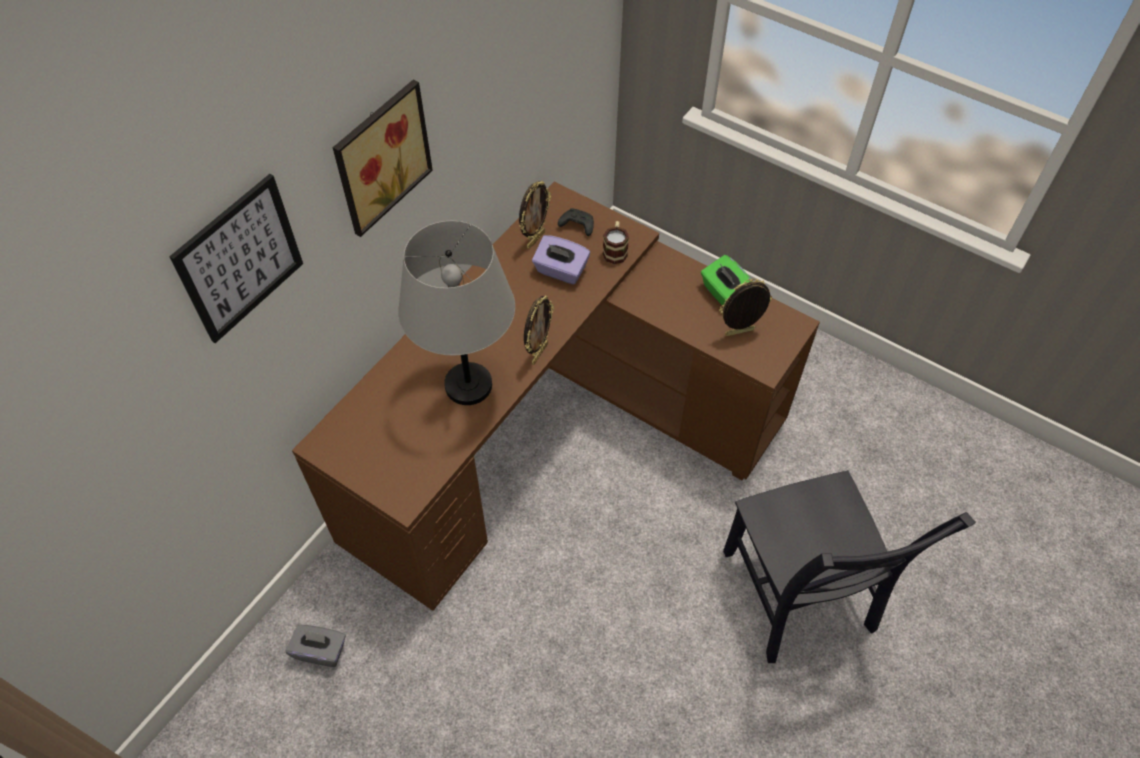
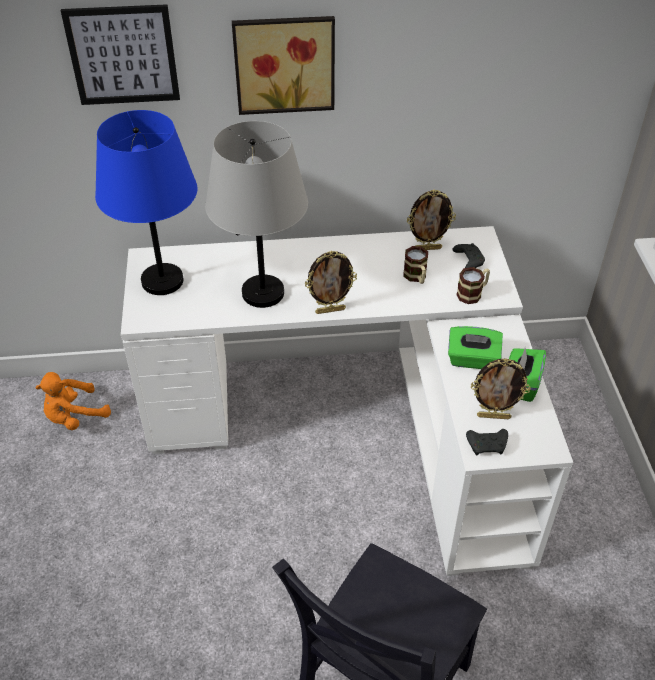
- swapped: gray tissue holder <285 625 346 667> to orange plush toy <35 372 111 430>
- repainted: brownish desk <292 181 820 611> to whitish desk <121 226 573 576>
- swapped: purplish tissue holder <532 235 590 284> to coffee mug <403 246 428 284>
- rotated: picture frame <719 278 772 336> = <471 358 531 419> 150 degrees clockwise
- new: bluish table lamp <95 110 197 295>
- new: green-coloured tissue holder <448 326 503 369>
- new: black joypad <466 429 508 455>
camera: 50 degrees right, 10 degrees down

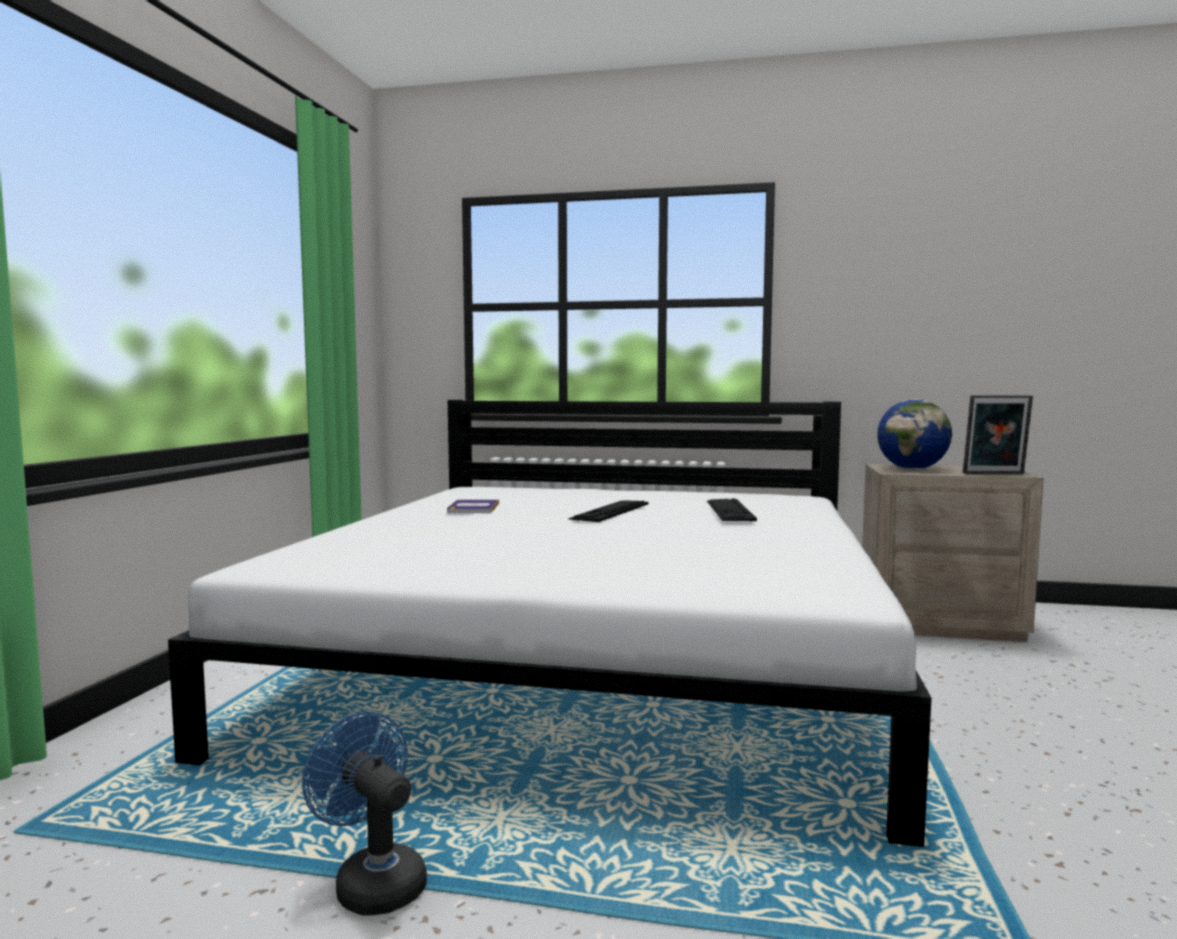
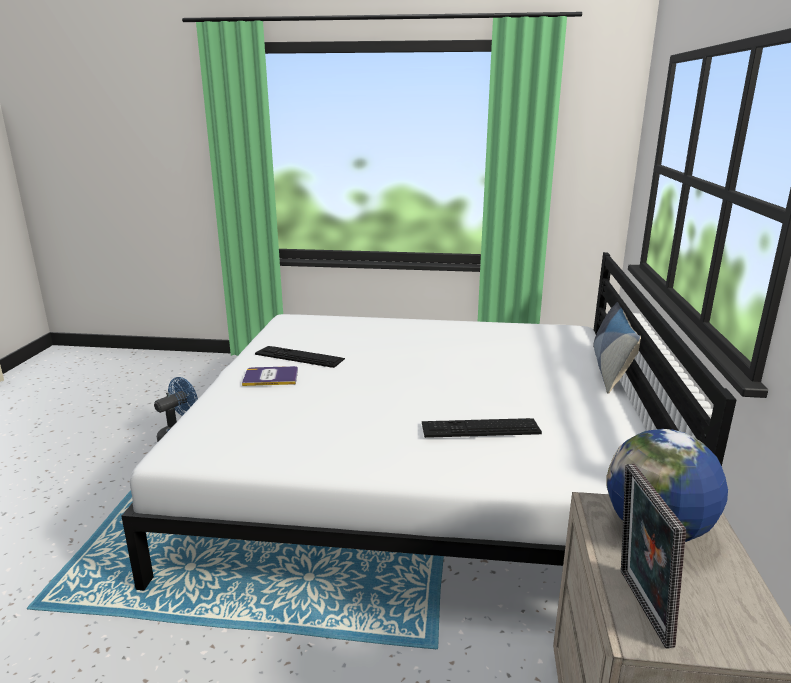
- shifted: volume <447 500 499 513> to <242 366 298 386>
- shifted: keyboard <569 500 648 522> to <255 346 345 368>
- new: pillow <593 302 641 394>
camera: 85 degrees right, 15 degrees up

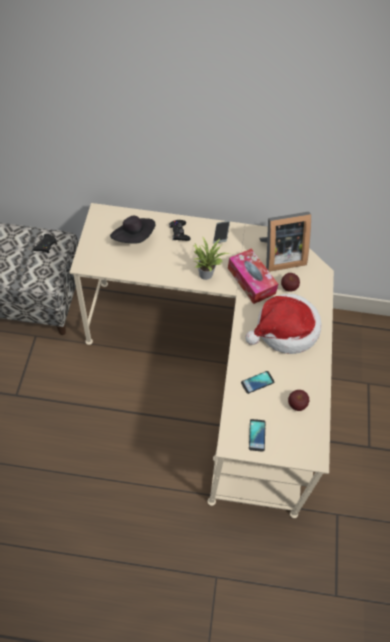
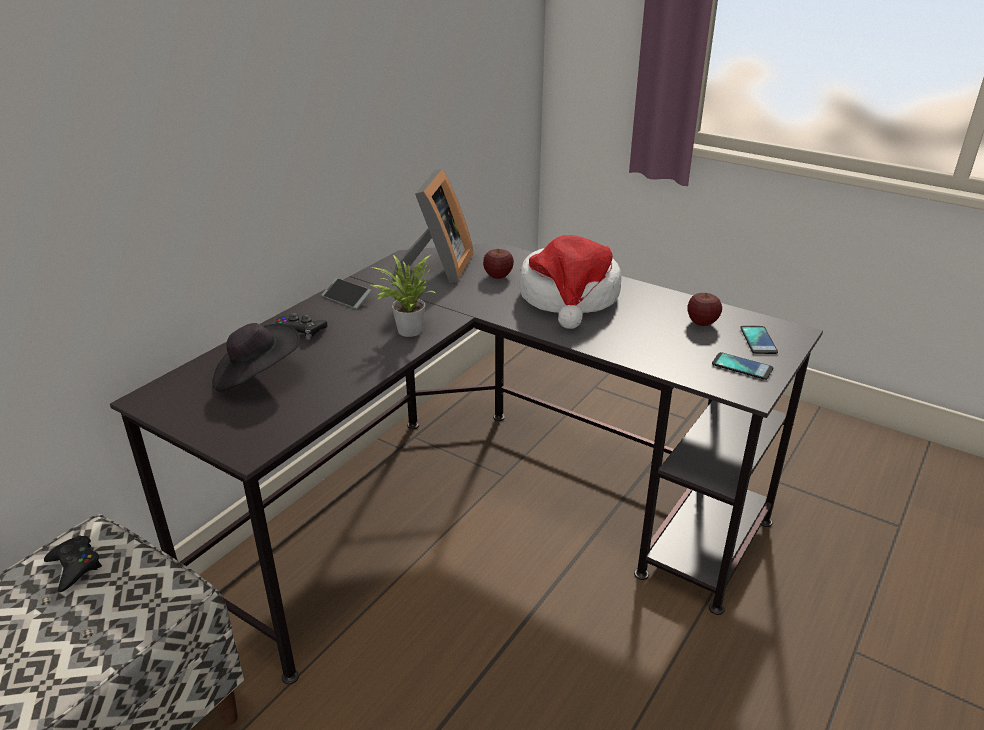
- repainted: beige desk <69 203 334 518> to black desk <110 243 823 684>
- gone: tissue holder <228 249 278 304>
- shifted: telephone <241 371 274 394> to <740 326 778 354>
camera: 60 degrees left, 25 degrees down

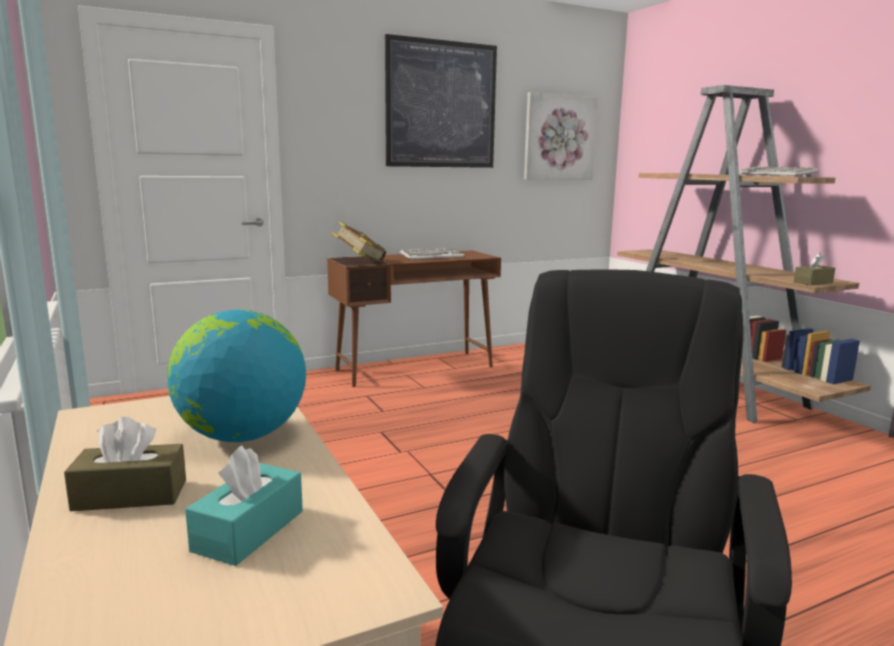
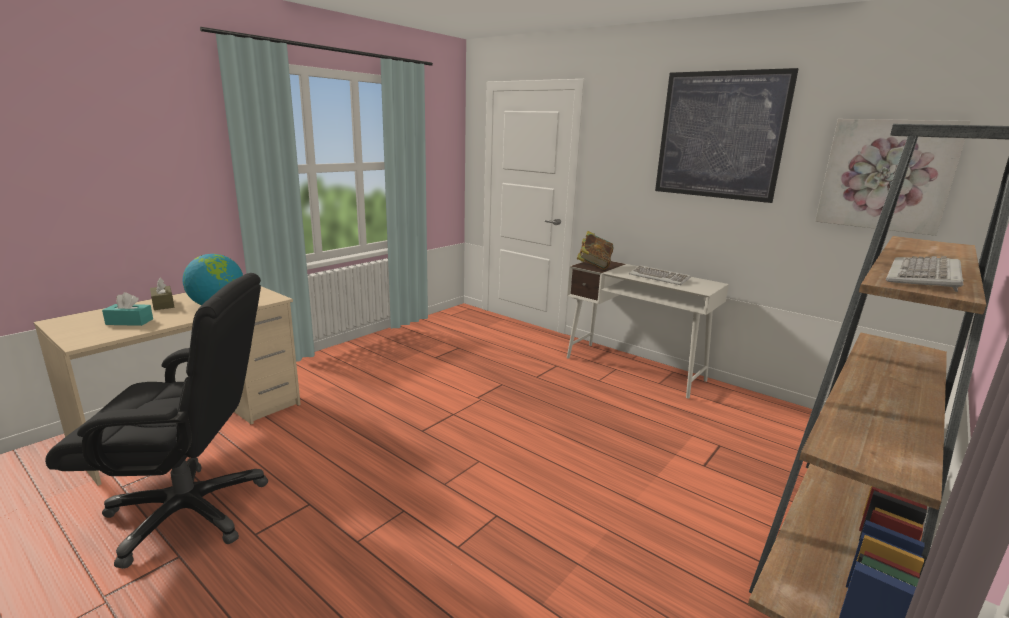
- repainted: brownish desk <327 250 501 387> to whitish desk <567 261 729 399>
- gone: brownish tissue holder <794 253 835 285>
camera: 65 degrees right, 5 degrees up

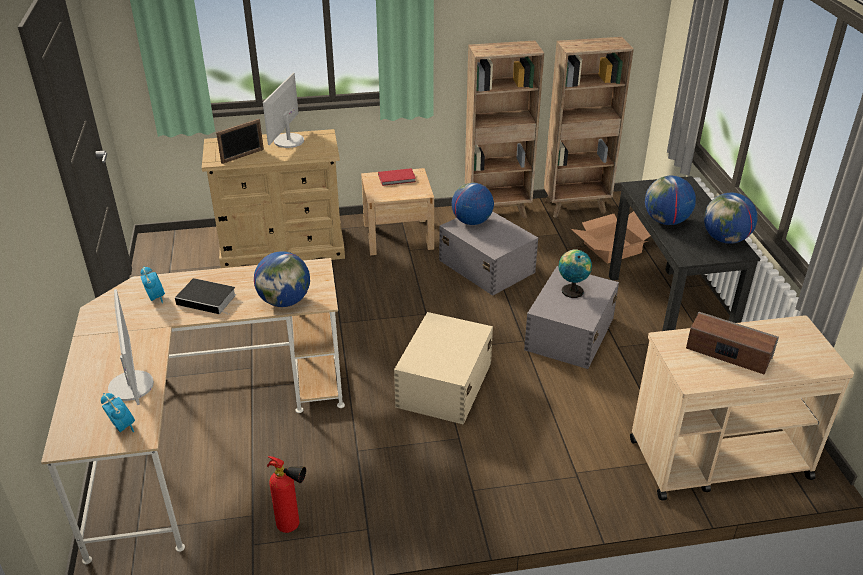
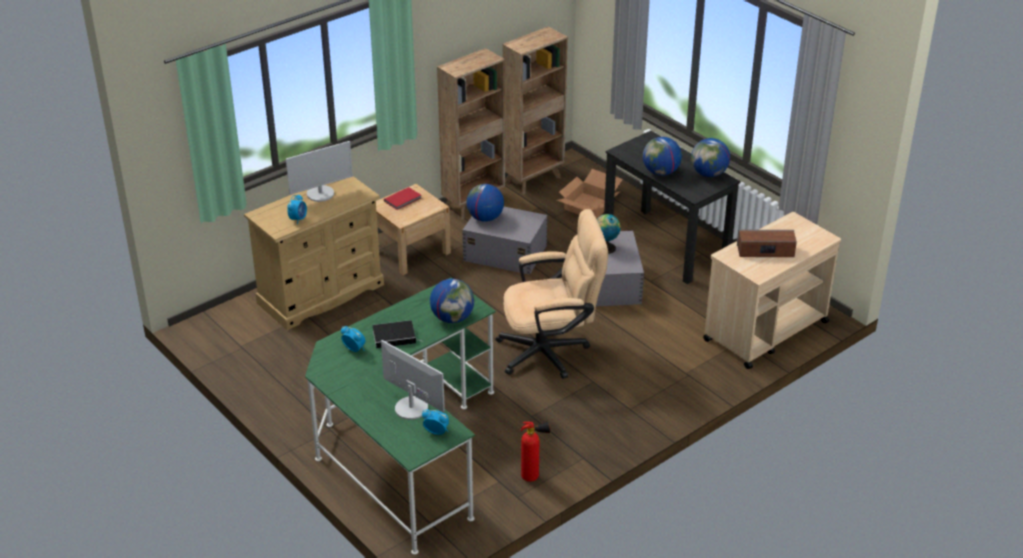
- repainted: beige desk <41 258 345 564> to green-coloured desk <305 278 496 555>
- swapped: picture frame <216 119 264 164> to alarm clock <287 194 307 225>
- rotated: computer display <263 73 304 148> = <286 141 353 202> 105 degrees counterclockwise
- swapped: beige storage container <394 312 493 425> to beige computer chair <496 209 608 379>
camera: 30 degrees left, 0 degrees up

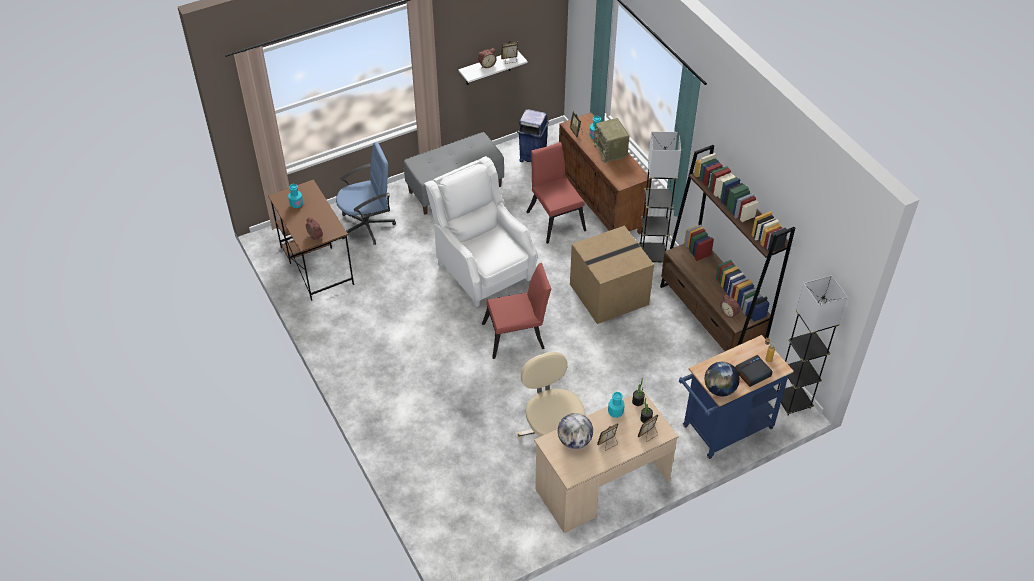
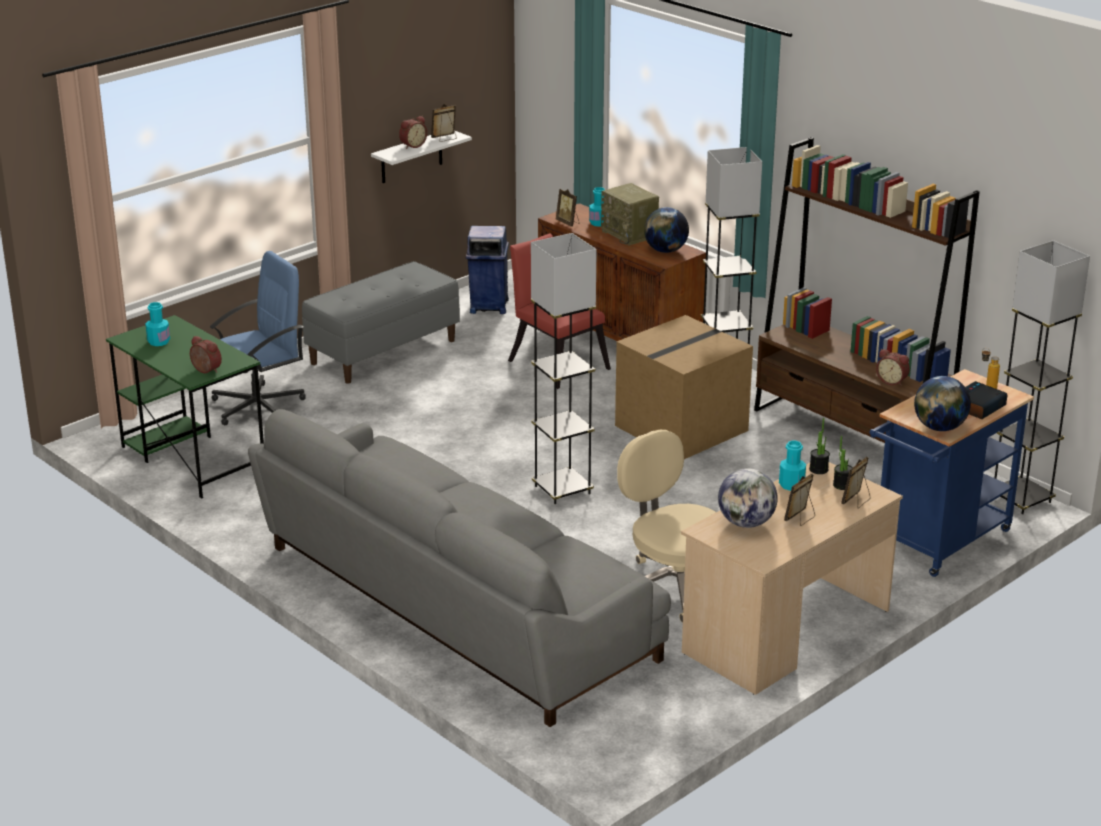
- repainted: brownish desk <268 179 354 301> to green-coloured desk <106 315 264 498>
- gone: whitish lounge chair <424 156 537 307>
- swapped: red upright chair <482 263 551 359> to gray standard lamp <531 233 597 504>
- new: gray couch <248 409 671 727>
- new: desk globe <644 207 689 253>
camera: 15 degrees left, 20 degrees down

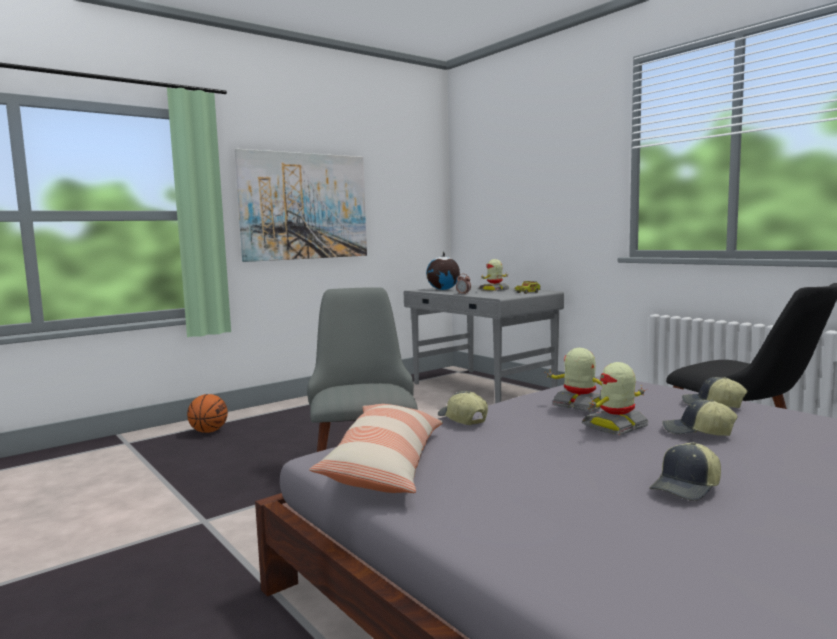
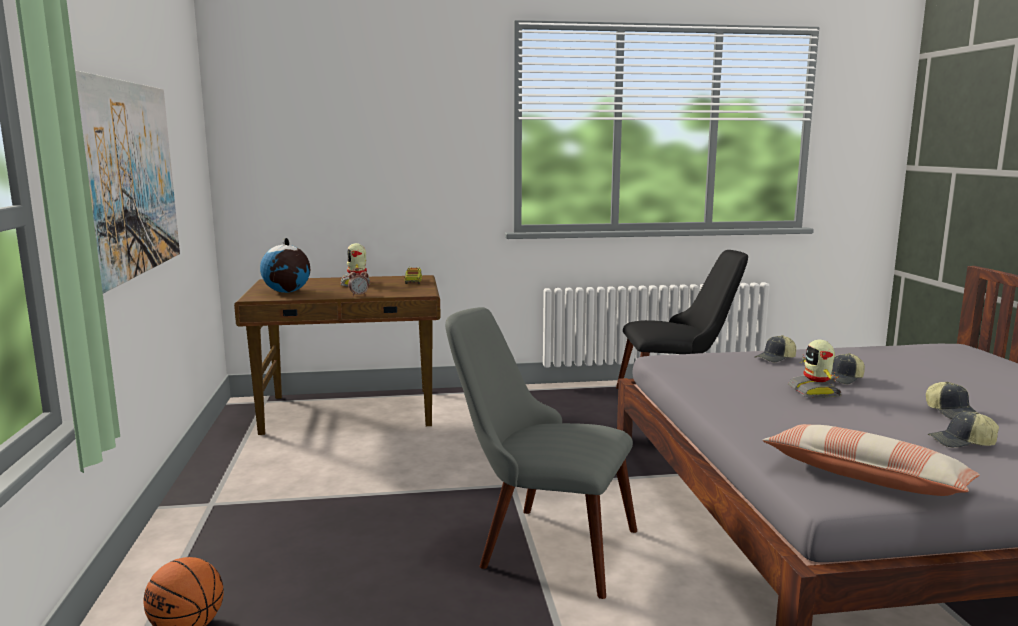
- repainted: gray desk <404 285 564 403> to brownish desk <234 275 441 435>
- shifted: baseball cap <438 391 488 425> to <928 412 999 448>
- gone: toy robot <546 348 602 412>
camera: 60 degrees left, 5 degrees up

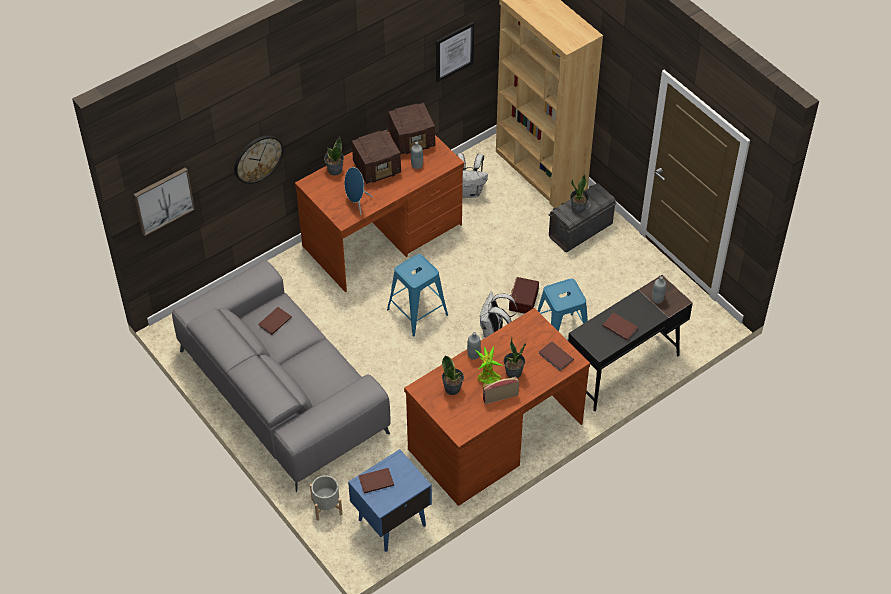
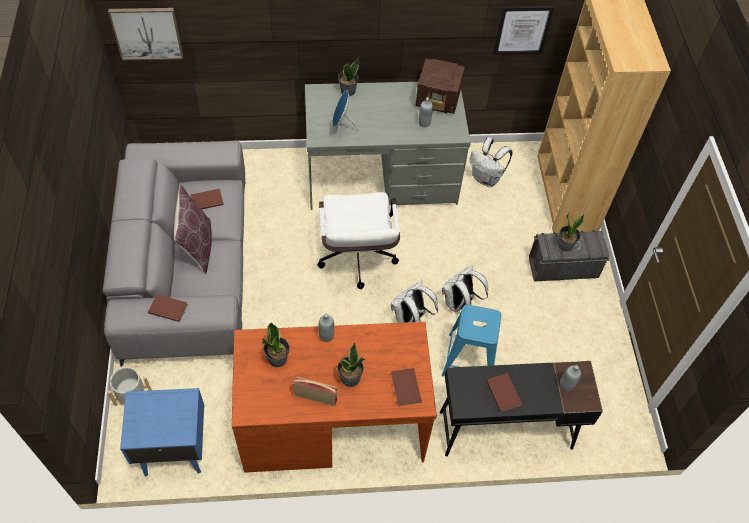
- gone: clock on the wall <234 135 284 184>
- repainted: brownish desk <295 132 464 292> to gray desk <305 82 471 210>
- gone: radio set <352 130 401 184>
- shifted: brownish volume <359 468 394 493> to <148 294 188 322>
- swapped: bluish stool seat <387 254 448 337> to whitish computer chair <317 192 400 289>
- gone: houseplant <475 347 503 386>
- swapped: brownish storage container <509 277 539 314> to whitish rucksack <442 265 488 312>
- new: brownish pillow <174 185 212 274>
camera: 30 degrees right, 5 degrees up

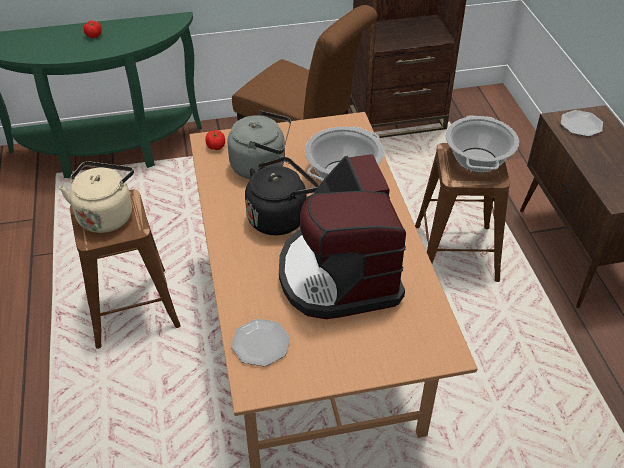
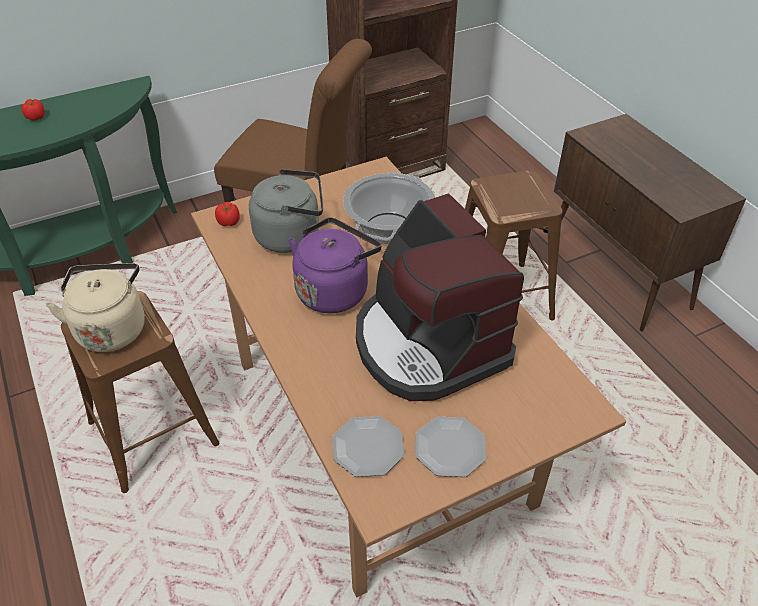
- repainted: black kettle <245 157 319 235> to purplish kettle <289 217 381 313>
- gone: cooking pot <445 115 519 172>
- shifted: dinner plate <560 110 603 137> to <415 417 486 477>
camera: 15 degrees left, 0 degrees up

